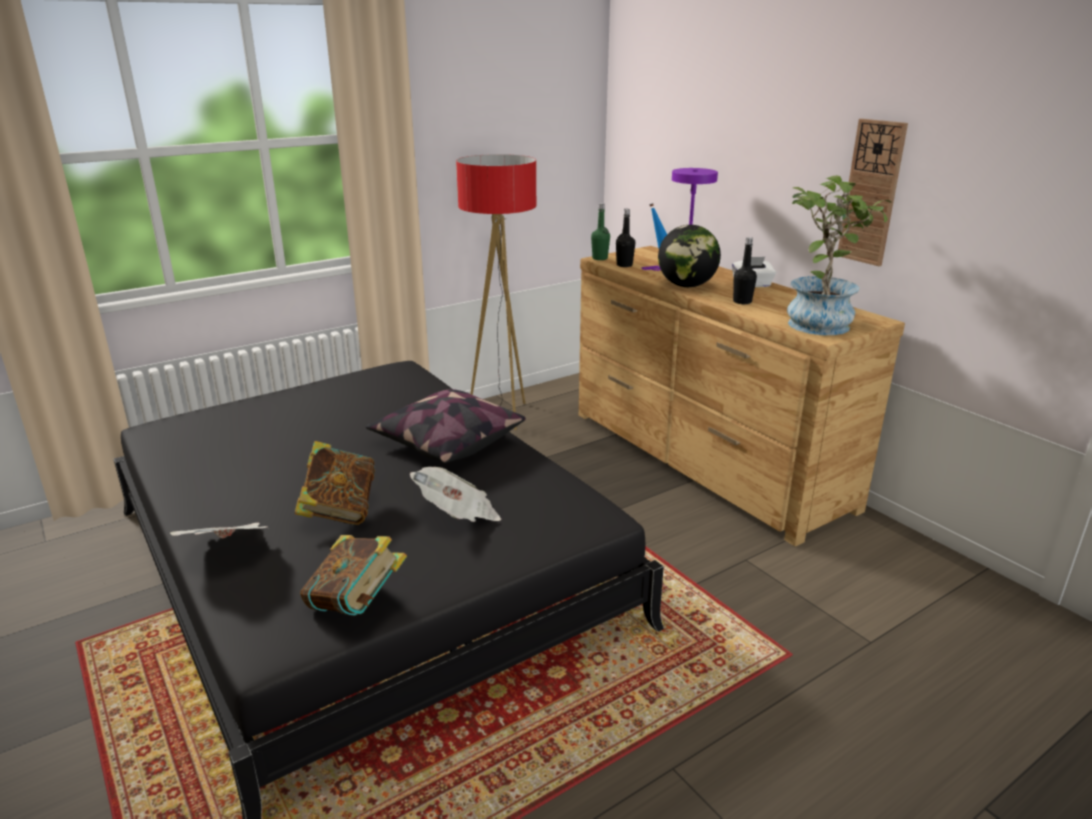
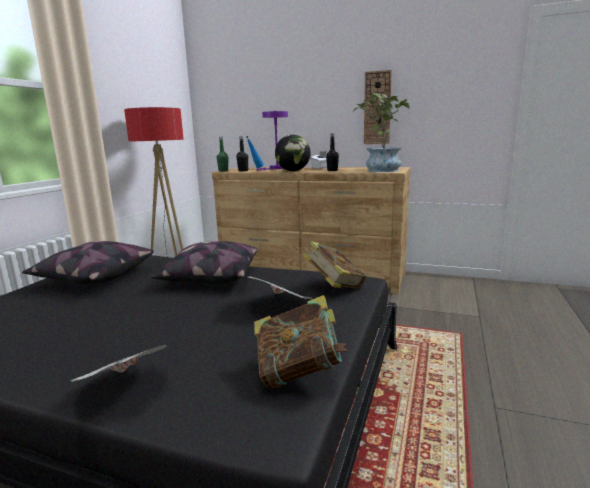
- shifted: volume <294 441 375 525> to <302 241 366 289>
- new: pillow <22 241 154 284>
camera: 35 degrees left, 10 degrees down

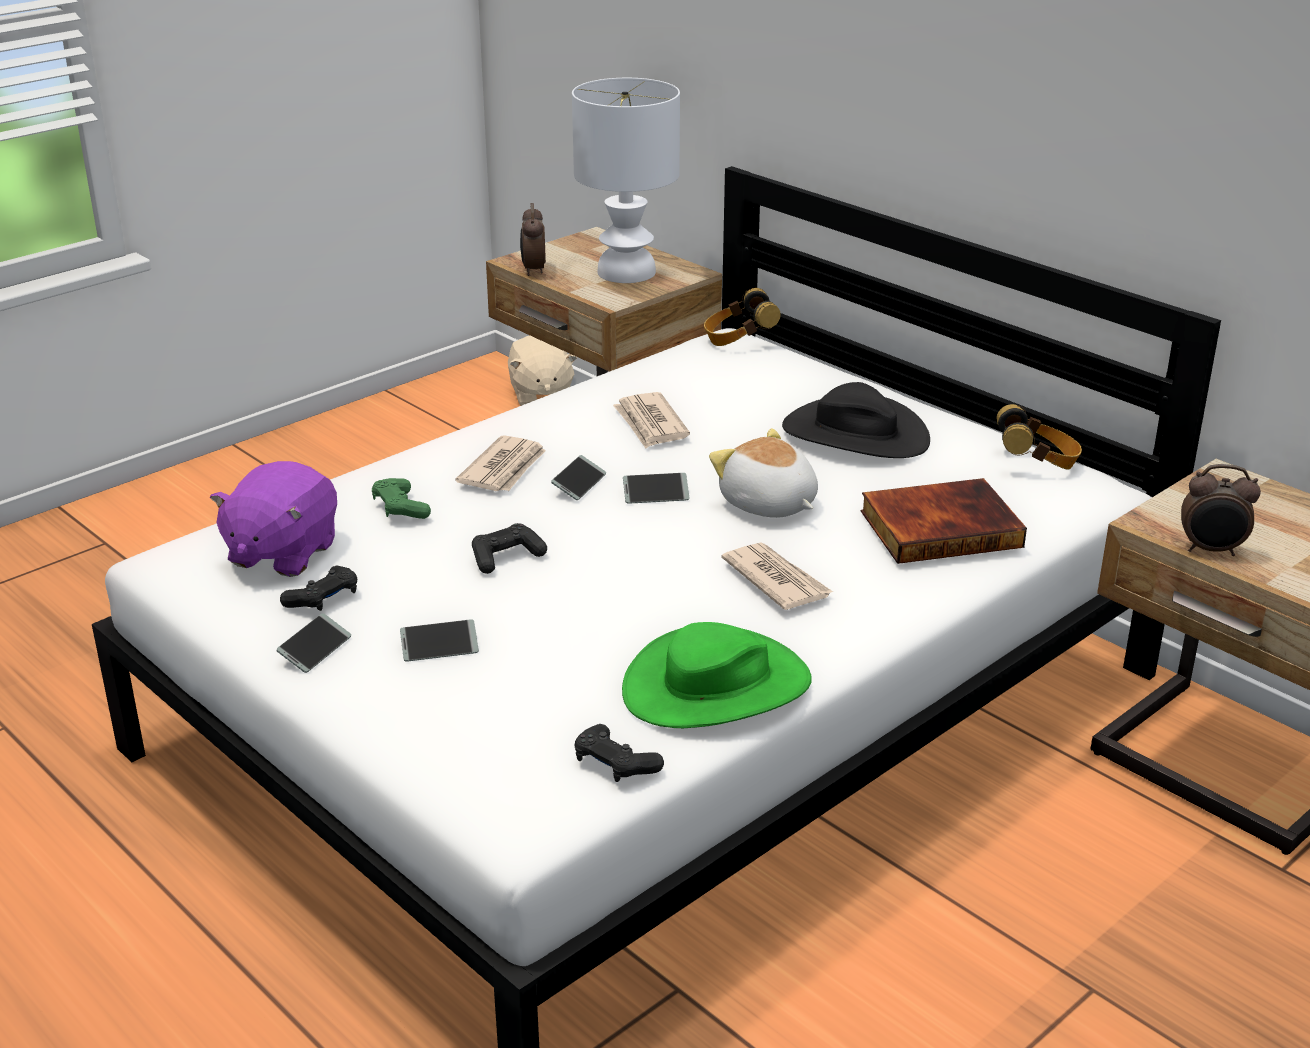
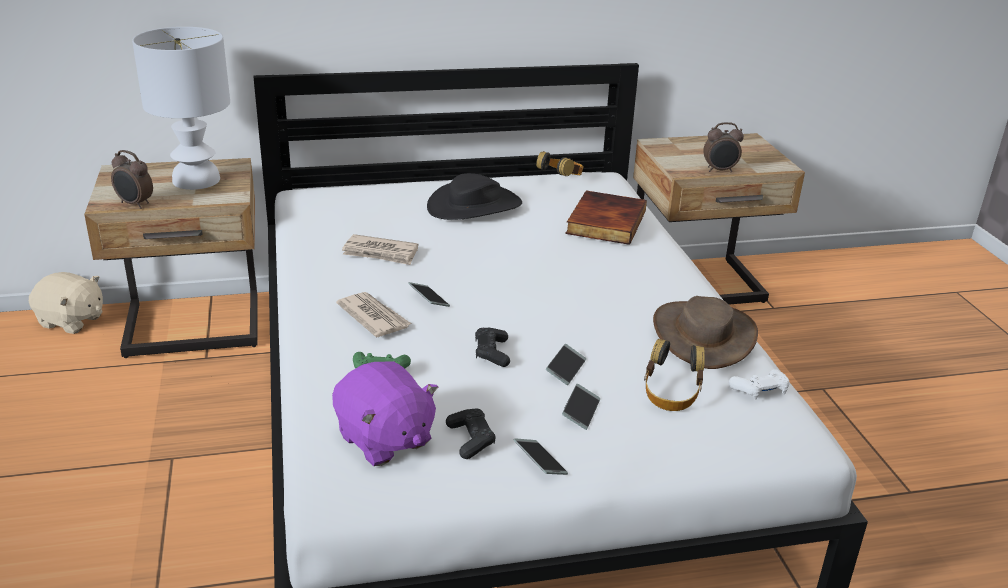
- repainted: black joypad <575 724 664 782> to whitish joypad <729 369 790 399>
- repainted: green-coloured hat <622 622 812 728> to brownish hat <653 296 758 369>
- shifted: telephone <623 473 690 504> to <546 344 586 385>
- shifted: headphones <704 288 781 346> to <644 339 705 411>
- gone: plush toy <709 428 818 518>
- gone: daily paper <721 543 833 610>
- rotated: alarm clock <1181 464 1261 556> = <703 122 744 172> 45 degrees clockwise
camera: 60 degrees left, 0 degrees up

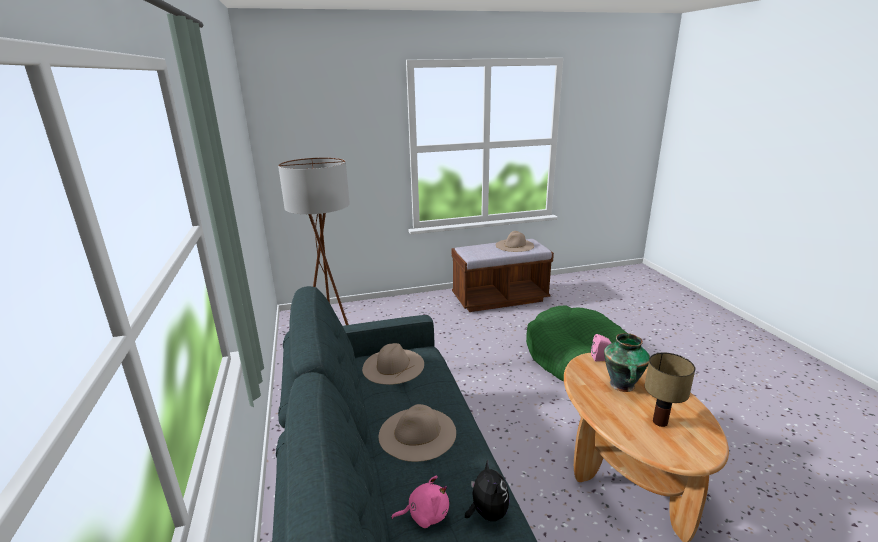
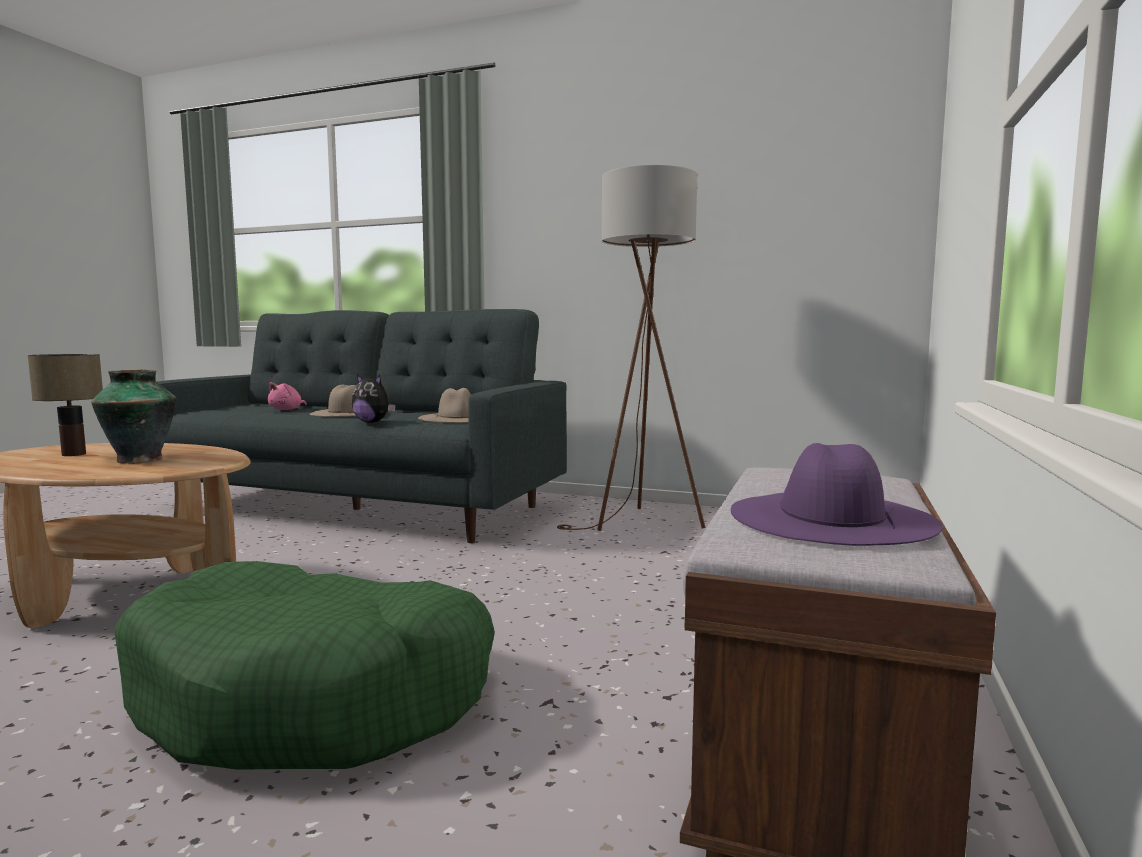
- shifted: plush toy <465 460 510 521> to <352 374 396 423>
- repainted: beige hat <496 231 534 252> to purplish hat <731 443 942 546>
- gone: pinkish speaker <591 334 611 361>
camera: 125 degrees right, 15 degrees down

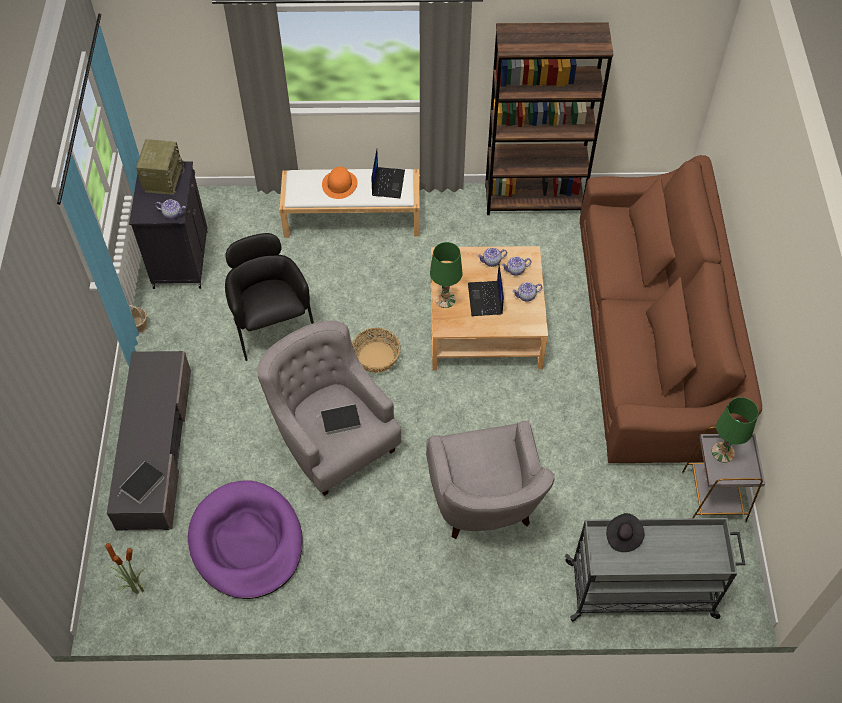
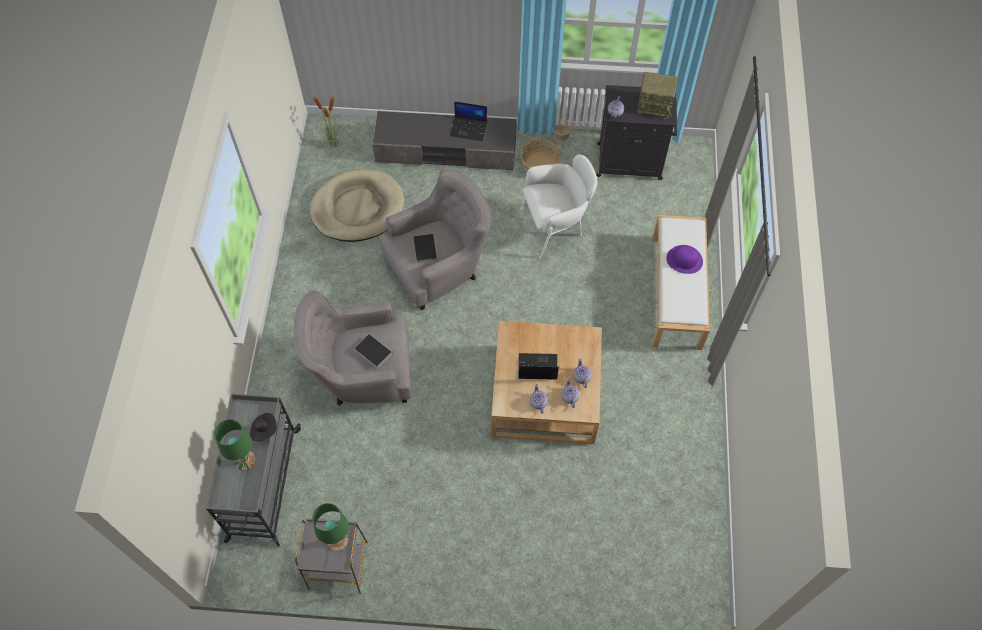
- shifted: volume <117 461 165 504> to <355 334 393 369>
- repainted: purplish dog bed <188 480 303 599> to beige dog bed <310 169 404 242>
- repainted: black lounge chair <225 233 314 361> to whitish lounge chair <520 154 598 259>
- repainted: orange hat <322 167 358 199> to purplish hat <666 245 703 274>
- shifted: basket <352 328 401 373> to <521 139 561 170>
- shifted: laptop <371 149 405 198> to <450 101 487 141>
- shifted: green-coloured table lamp <430 242 463 308> to <214 419 256 471>
- gone: brownish shelving unit <485 22 613 215>
- gone: brownish couch <580 155 762 463>
camera: 95 degrees right, 5 degrees up

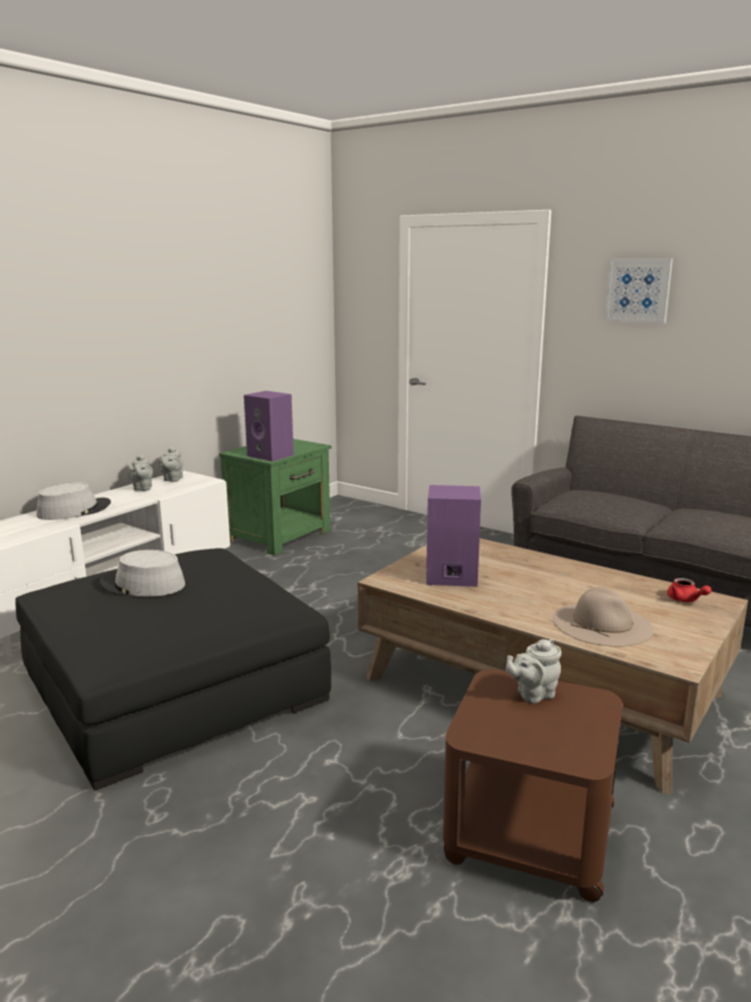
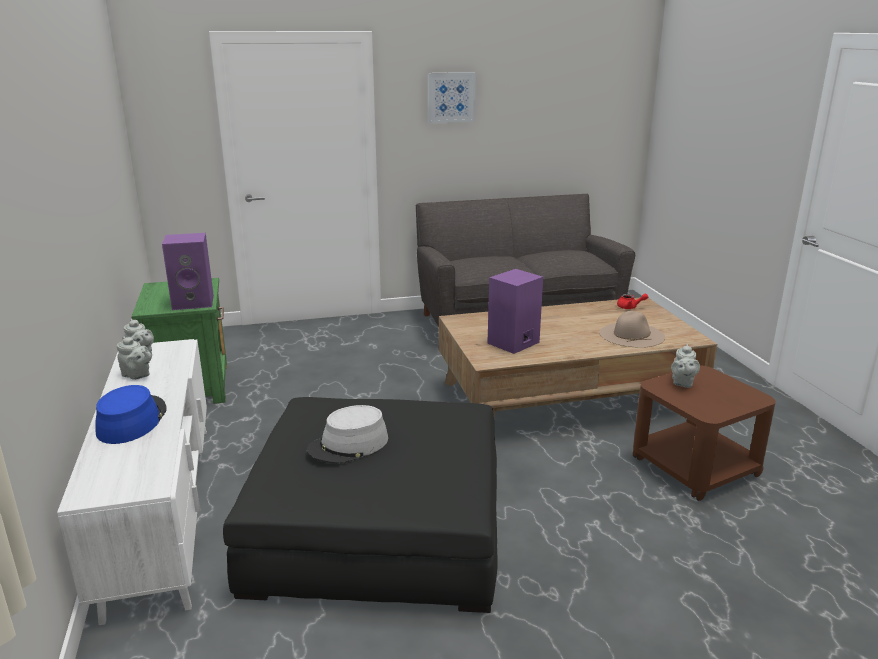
- repainted: gray hat <37 482 111 520> to bluish hat <95 385 167 444>
camera: 50 degrees left, 5 degrees up

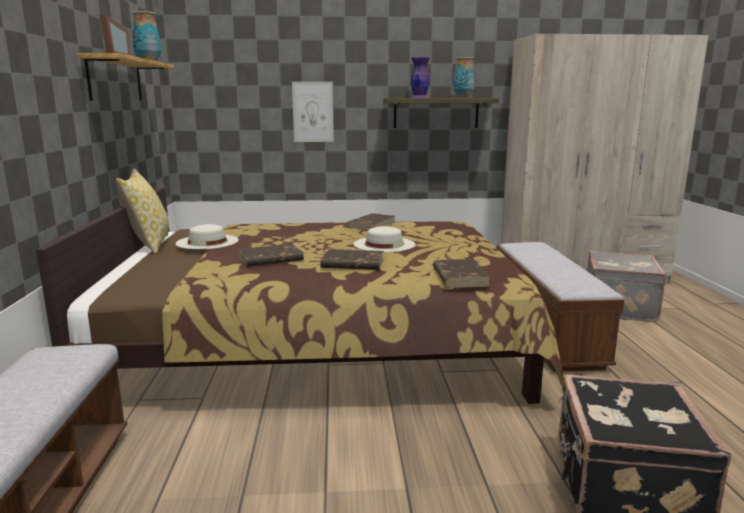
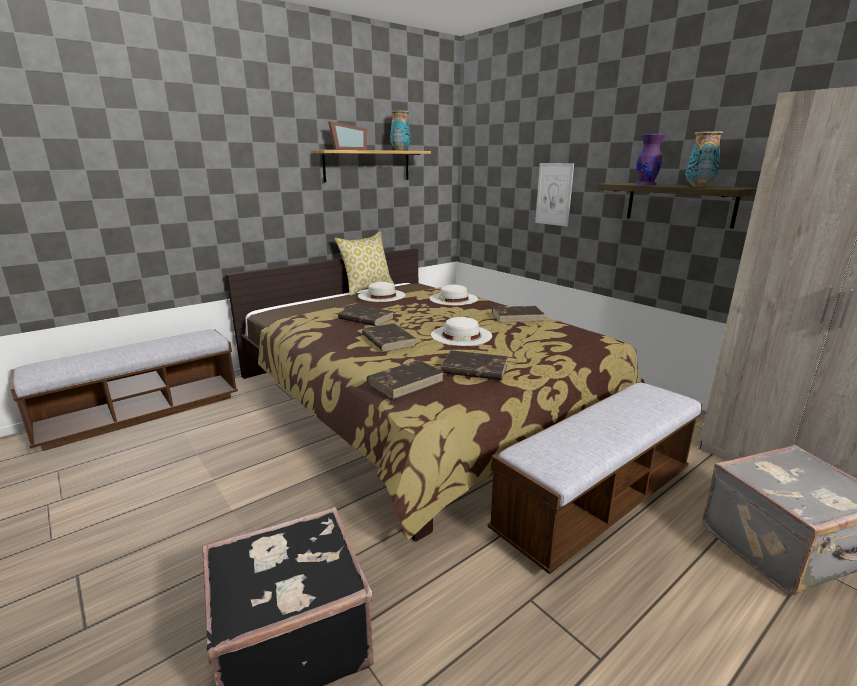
- new: whitish hat <430 285 478 305>
- new: brownish volume <440 350 508 380>
camera: 55 degrees right, 5 degrees up

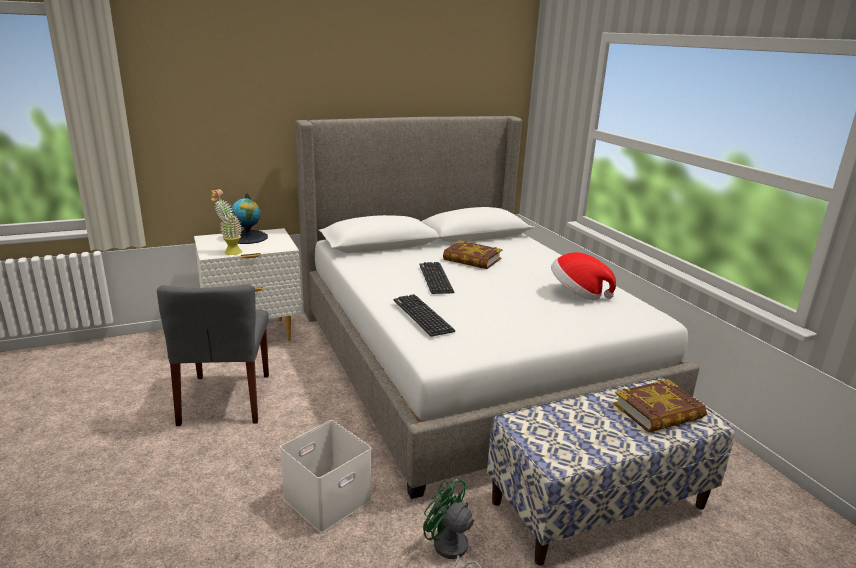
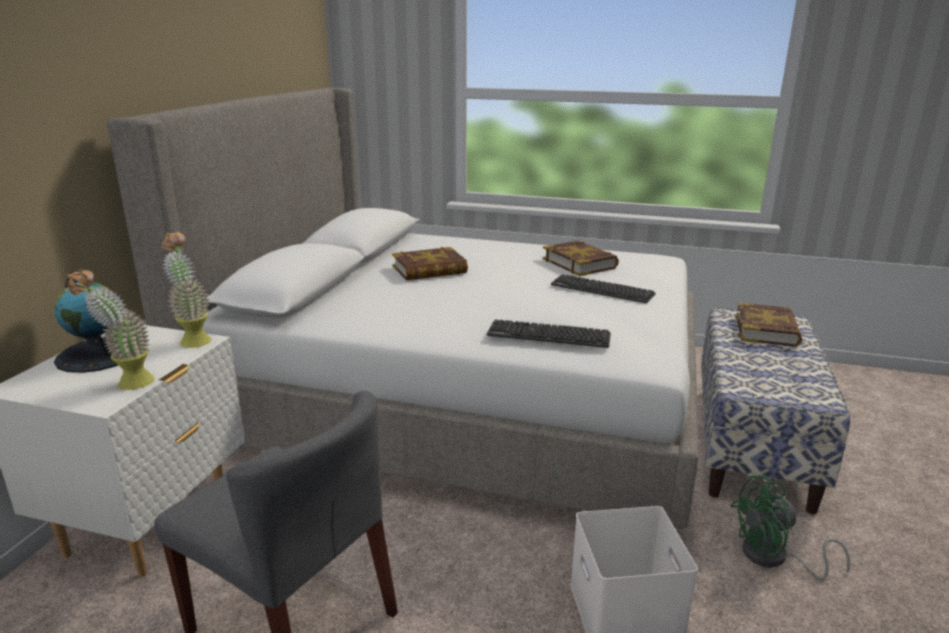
- shifted: keyboard <419 262 454 294> to <551 274 656 303>
- swapped: hat <551 252 616 300> to volume <542 241 619 276>
- new: houseplant <162 232 212 348>
camera: 50 degrees left, 0 degrees up

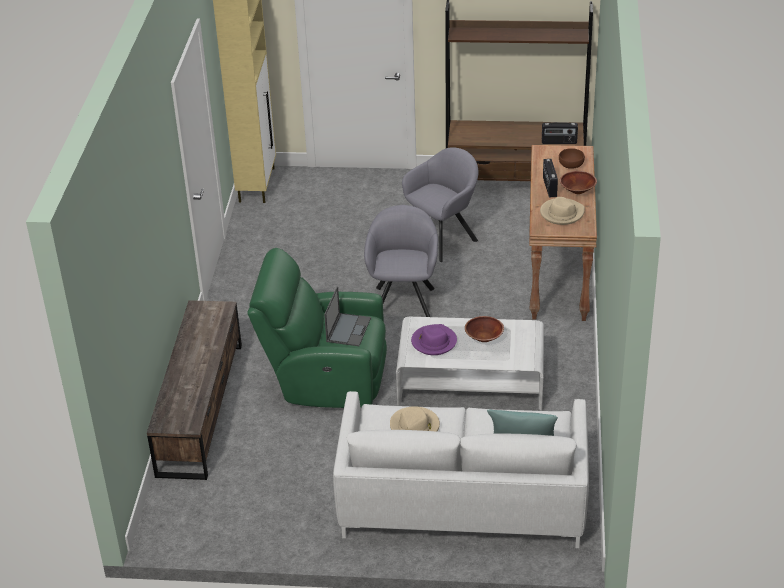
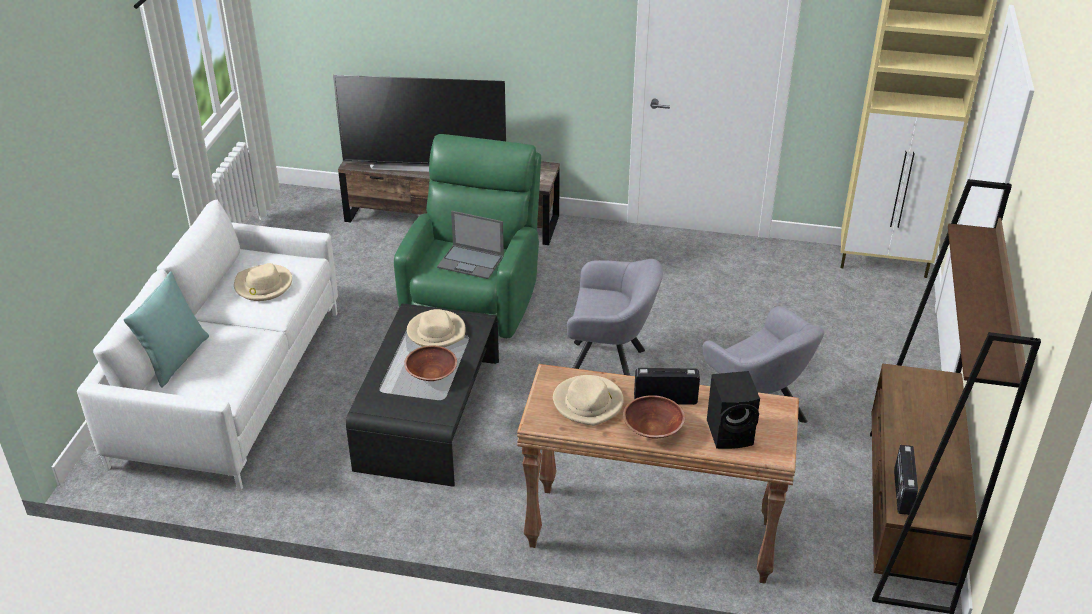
- repainted: whitish coffee table <396 317 544 411> to black coffee table <346 303 499 487>
- repainted: purplish hat <411 324 457 355> to beige hat <407 309 465 347>
- swapped: brownish serving bowl <559 148 585 169> to black speaker <707 371 760 449>
- new: television <333 75 506 172>
camera: 95 degrees right, 0 degrees up

